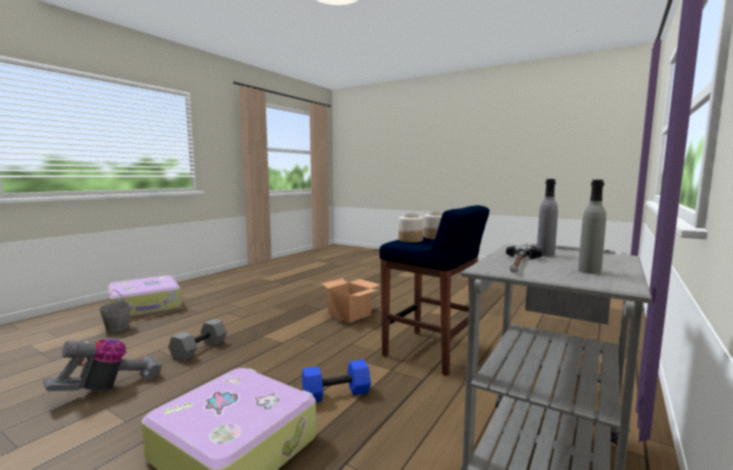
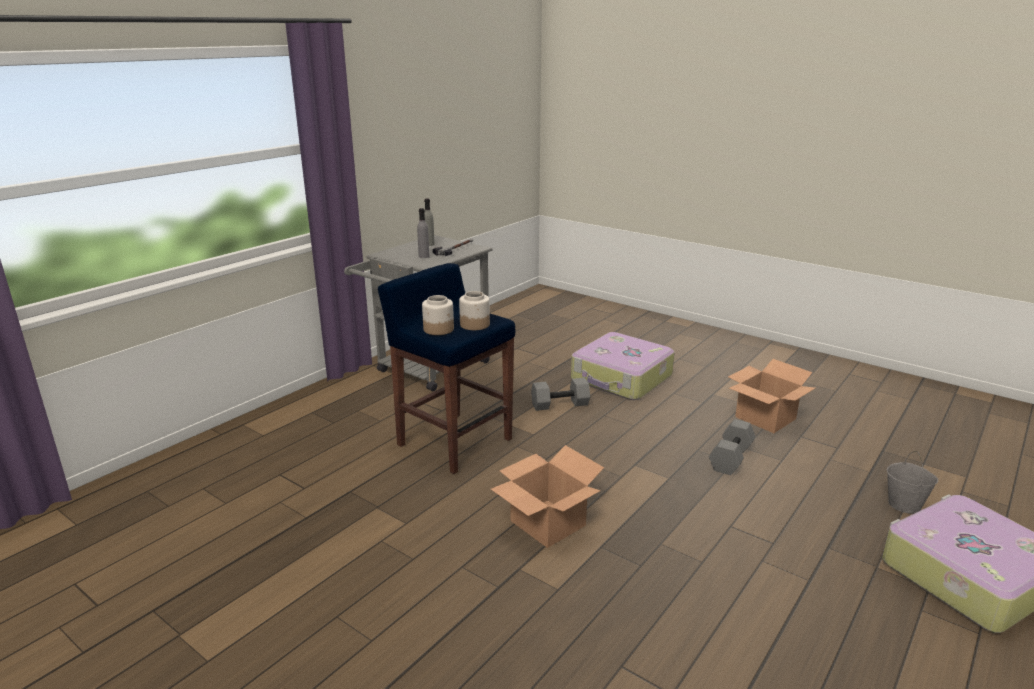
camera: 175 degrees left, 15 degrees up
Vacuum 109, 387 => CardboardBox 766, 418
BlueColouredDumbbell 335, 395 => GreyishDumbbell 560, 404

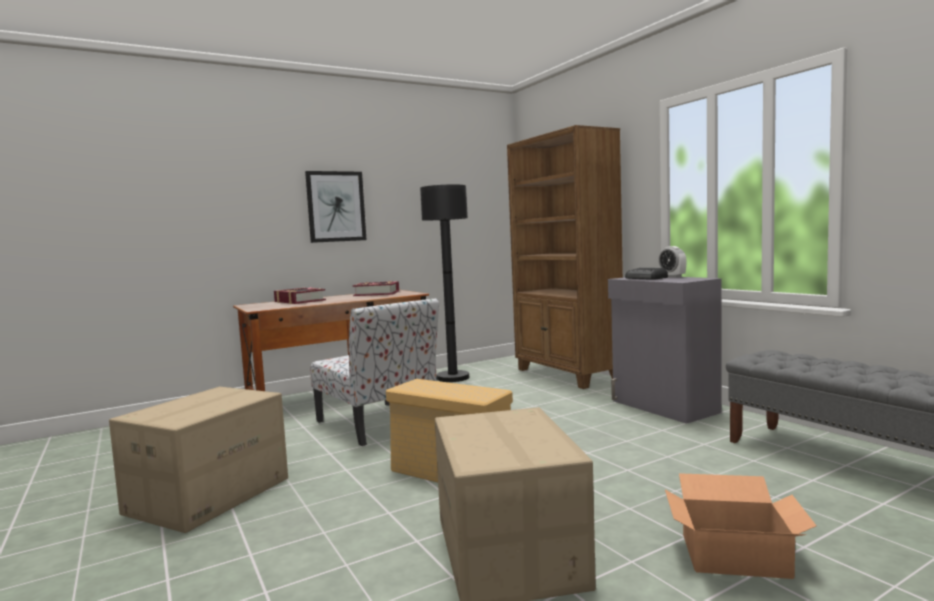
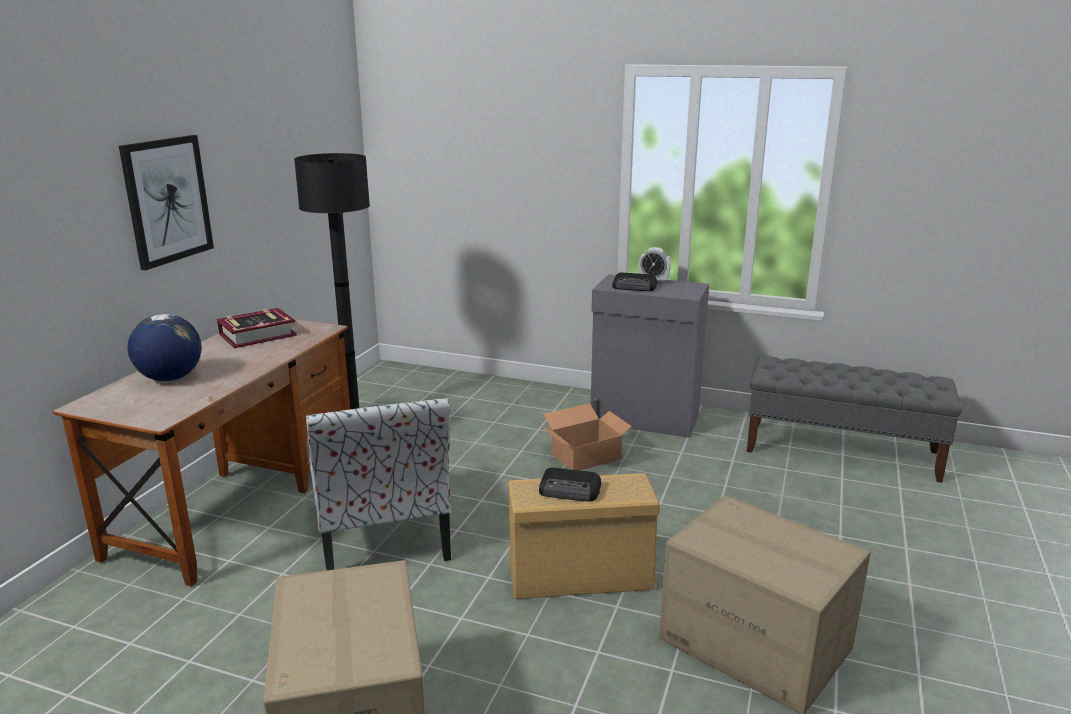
camera: 40 degrees left, 15 degrees up
BrownishShelvingUnit 567, 375 => nothing
nothing => Radio 570, 490
CardboardBox 736, 556 => CardboardBox 587, 456, shifted
BoundBook 299, 301 => WorldGlobe 170, 378
PlainChair 378, 424 => PlainChair 382, 534, 60 degrees clockwise

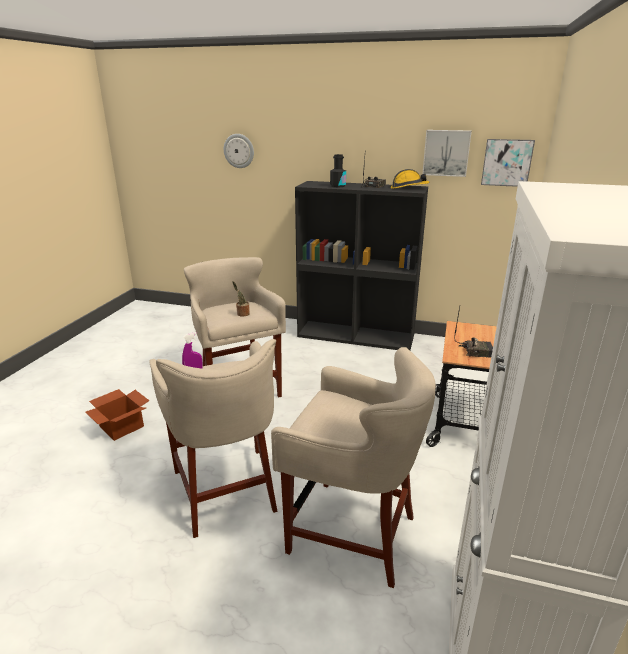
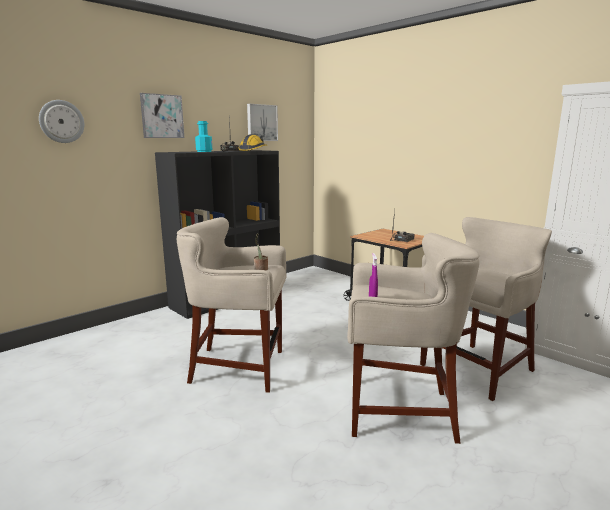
camera: 60 degrees left, 10 degrees down
CardboardBox 122, 426 => nothing
WallPicture 506, 162 => WallPicture 161, 116, shifted
BlackColouredBeverageBottle 337, 186 => TurquoiseBeverageBottle 204, 151

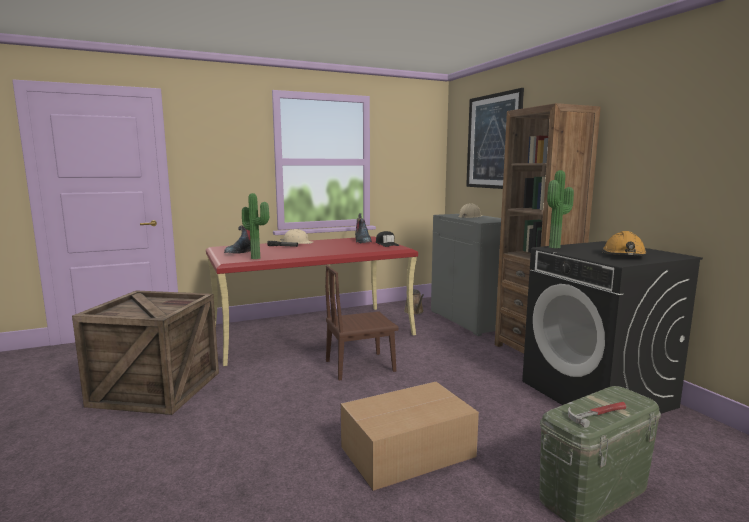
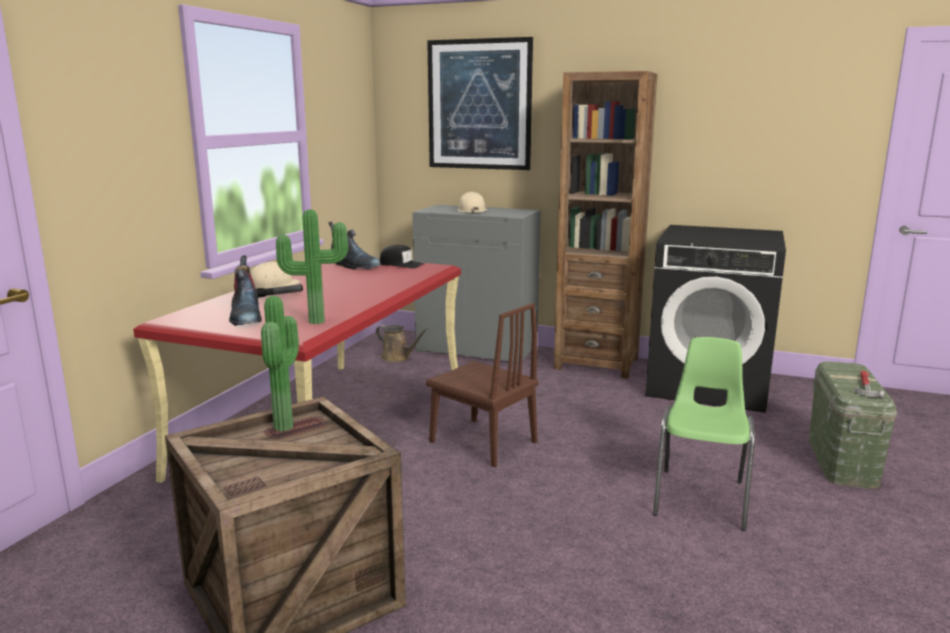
camera: 45 degrees left, 5 degrees up
OrangeyHardHat 624, 256 => nothing
PlantInAPot 556, 247 => PlantInAPot 287, 427, shifted
CardboardBox 409, 451 => GreenColouredPlainChair 701, 498
BrownishPlainChair 360, 366 => BrownishPlainChair 483, 442, 75 degrees counterclockwise

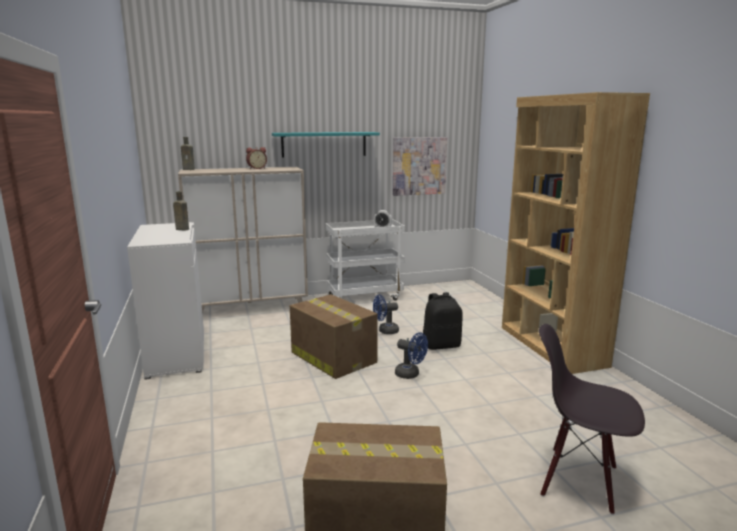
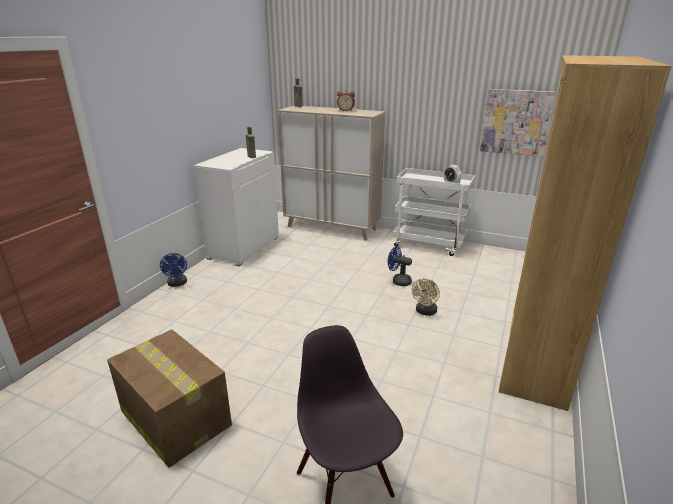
camera: 40 degrees right, 10 degrees up
TurquoiseWallShelf 324, 144 => nothing
CardboardBox 332, 357 => nothing
BlueColouredCoolingFan 410, 374 => BlueColouredCoolingFan 177, 284, shifted
BlackColouredBackpack 441, 345 => BeigeCoolingFan 425, 312

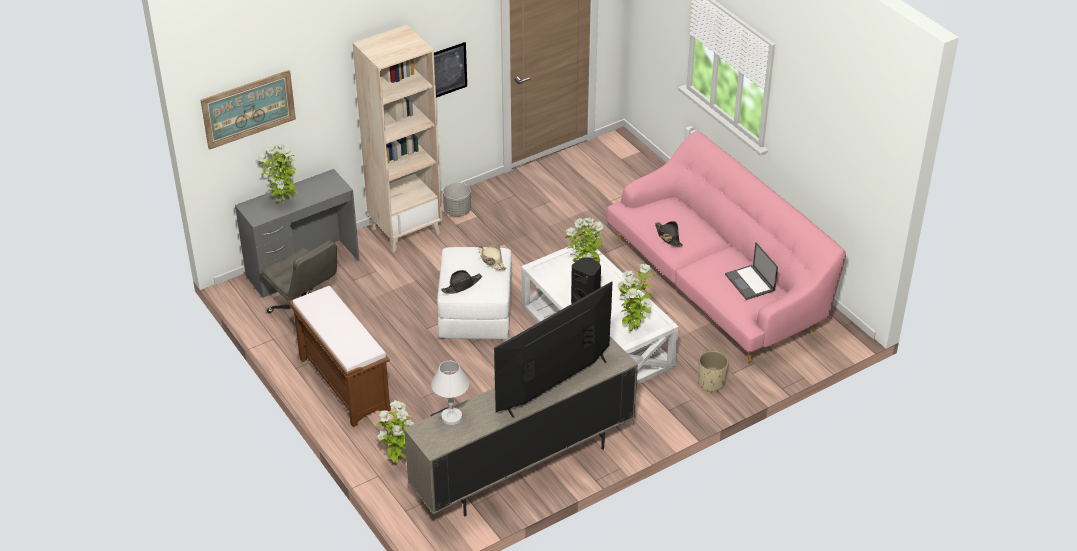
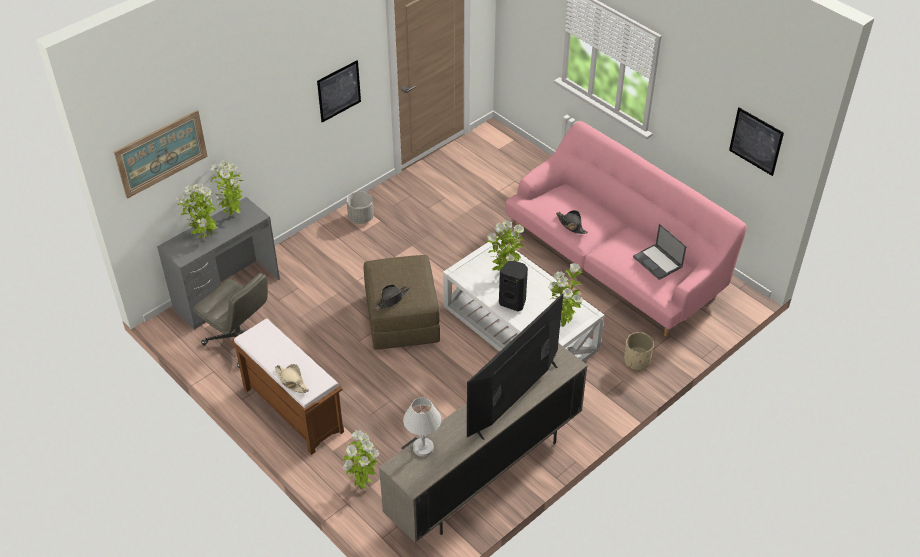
camera: 10 degrees left, 5 degrees up
BeigeShelvingUnit 405, 230 => nothing
nothing => PlantInAPot 232, 215
nothing => WallPicture 756, 141
BeigeClothingHat 491, 260 => BeigeClothingHat 291, 381, shifted
WhiteOttoman 475, 313 => BrownishOttoman 402, 318

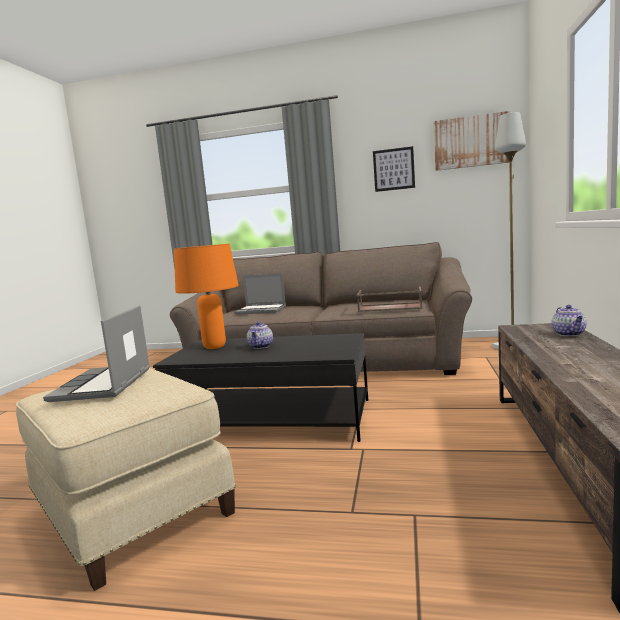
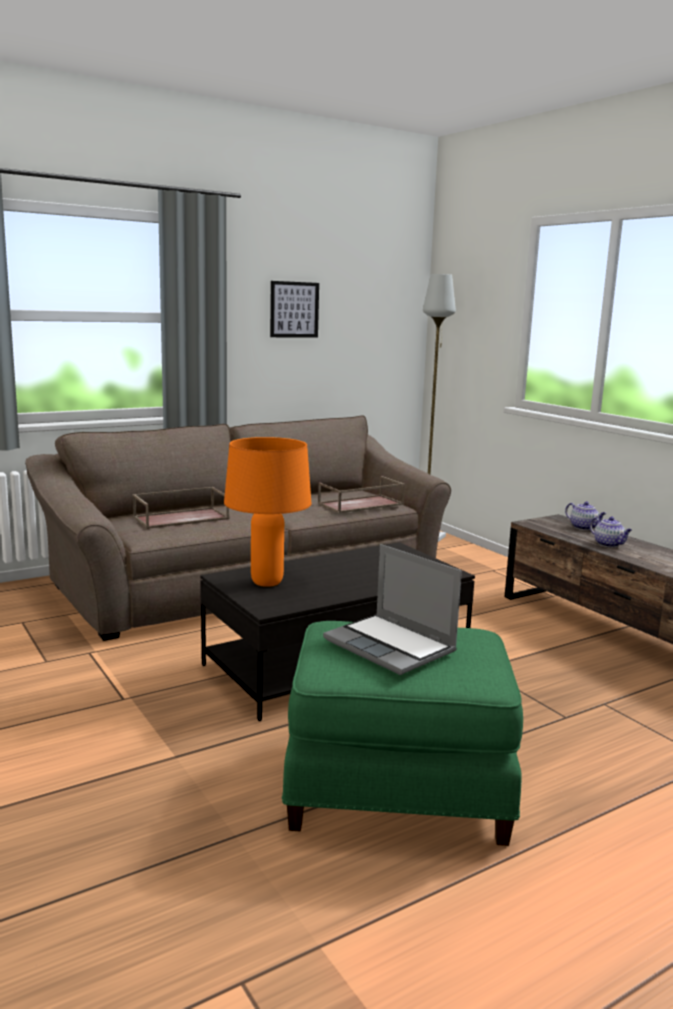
camera: 45 degrees left, 5 degrees up
WallPicture 471, 142 => nothing
Teapot 261, 346 => Teapot 609, 544, shifted
Laptop 262, 310 => BrownishServingTray 182, 518
BeigeOttoman 130, 512 => GreenColouredOttoman 396, 790

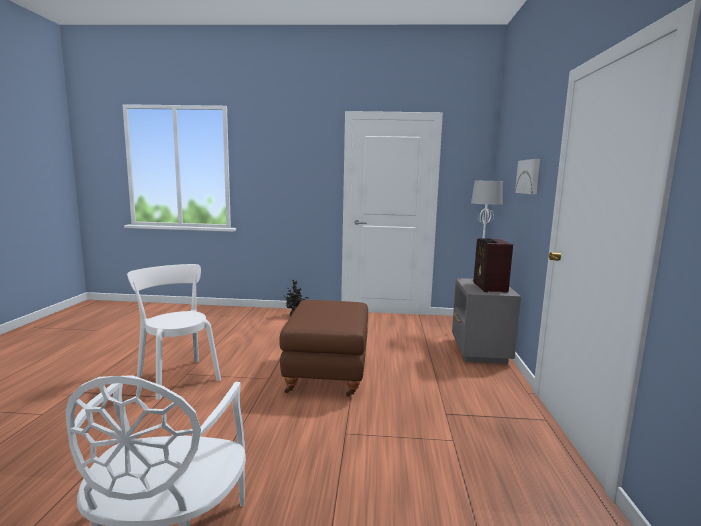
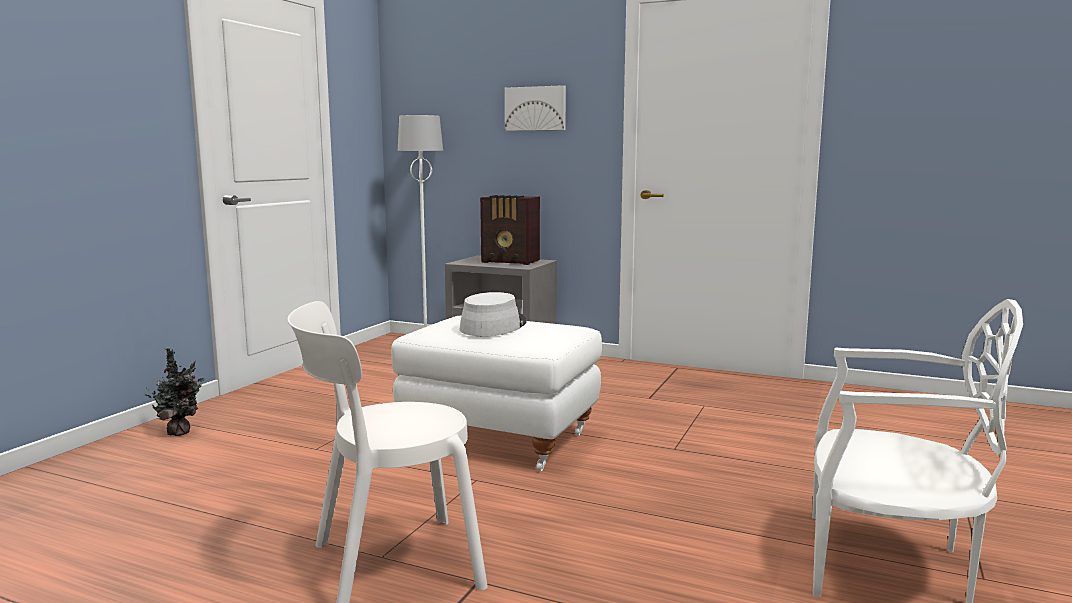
camera: 70 degrees left, 0 degrees up
nothing => GreyishClothingHat 493, 326
BrownishOttoman 328, 375 => WhiteOttoman 501, 438

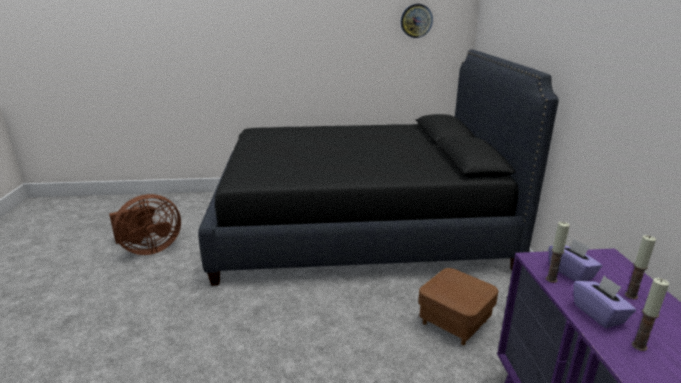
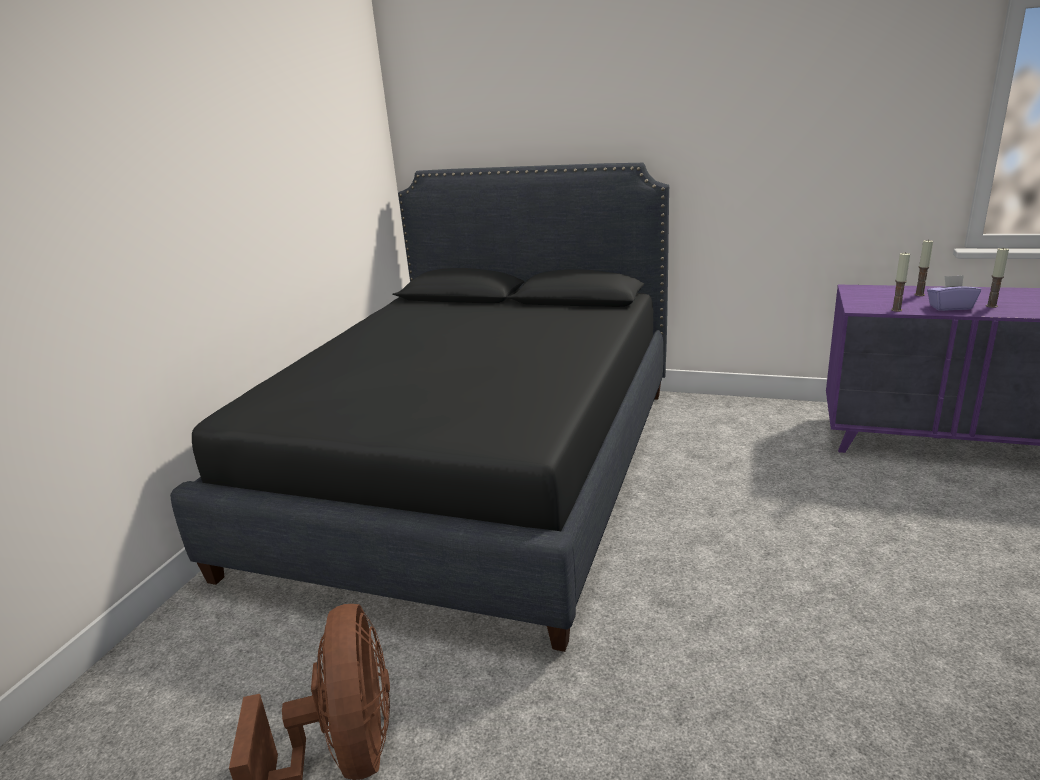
camera: 65 degrees left, 0 degrees up
HangingClock 416, 21 => nothing
BrownishOttoman 454, 322 => nothing
PurpleTissueHolder 571, 272 => nothing

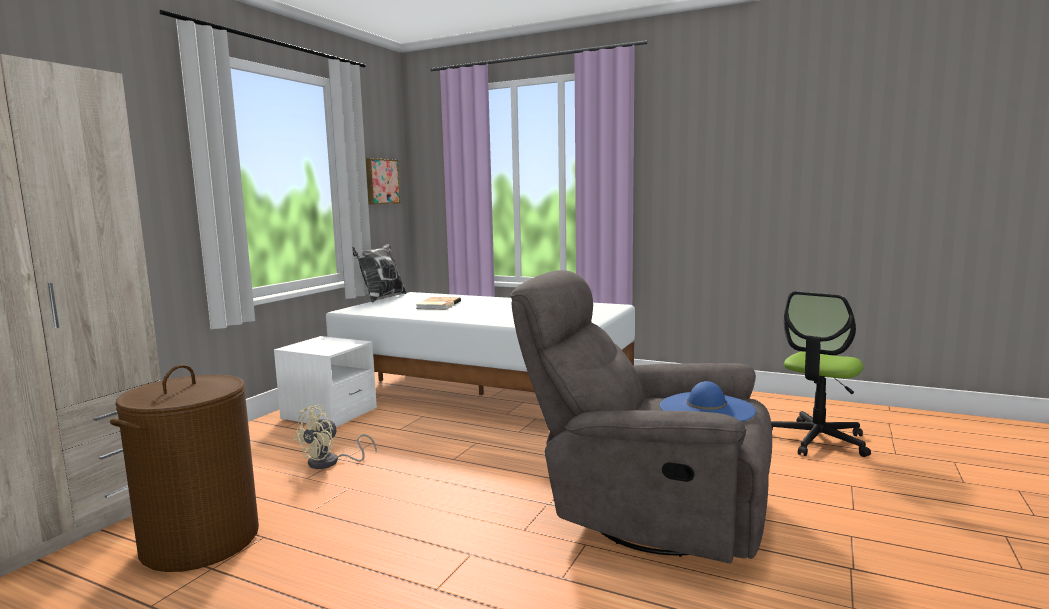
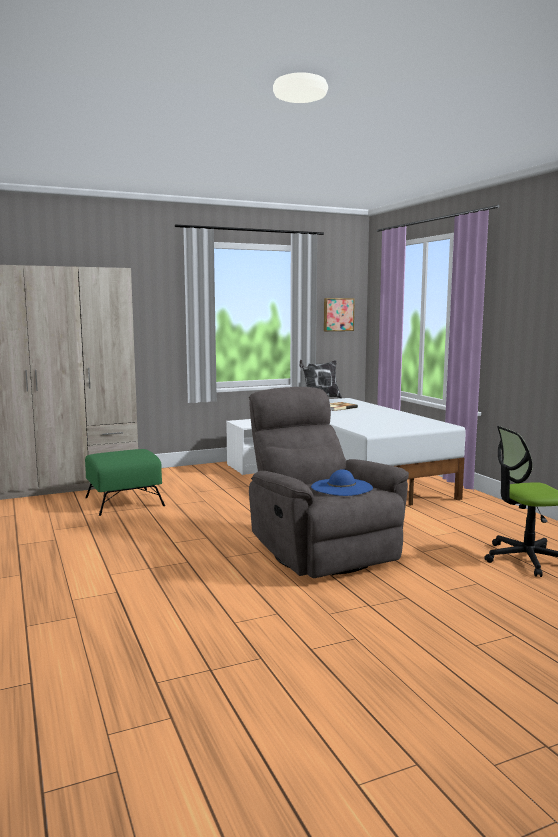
camera: 40 degrees right, 0 degrees up
BeigeCoolingFan 330, 463 => nothing
BrownishHamper 200, 541 => GreenColouredOttoman 125, 501

